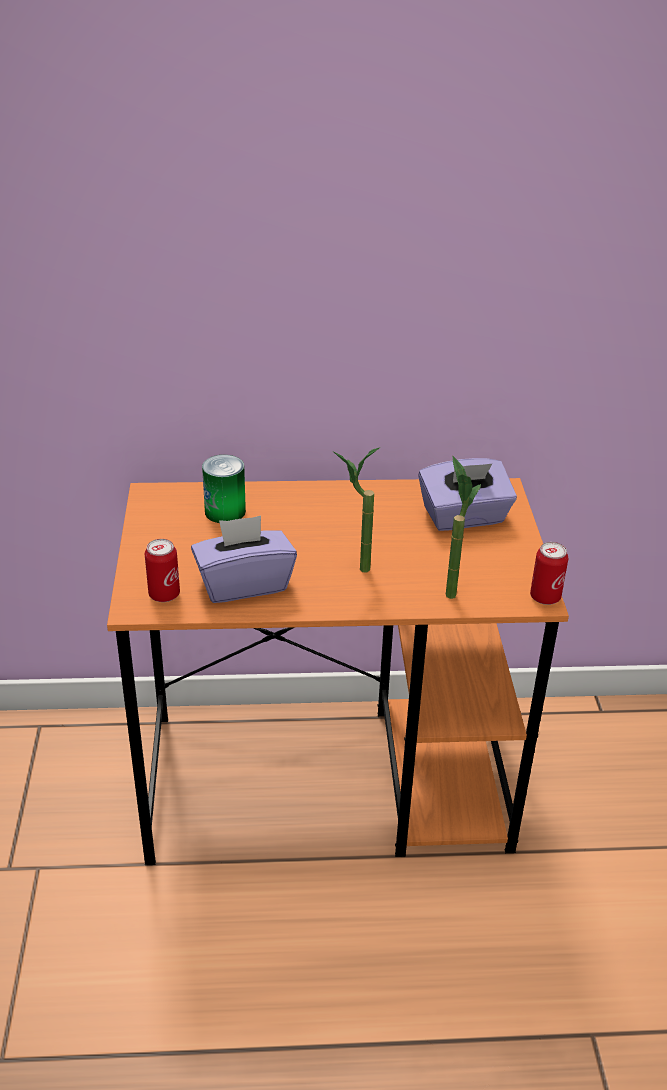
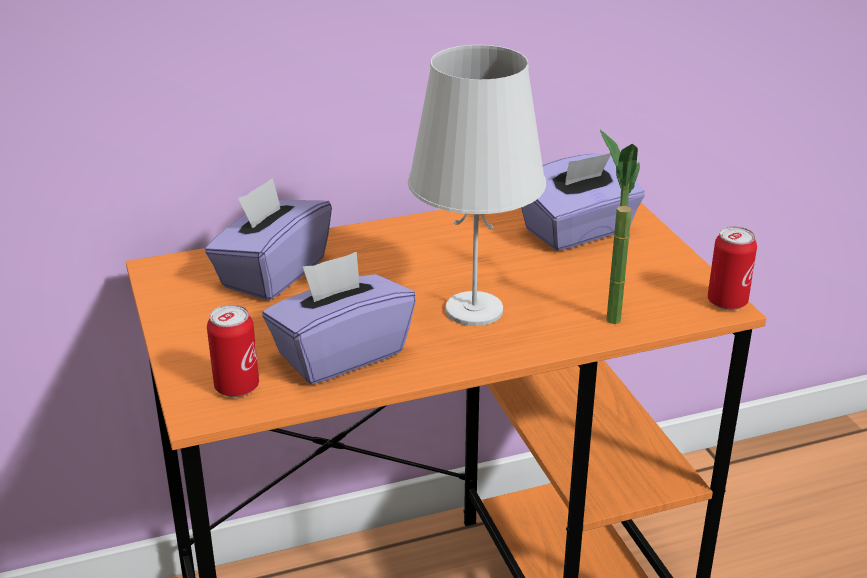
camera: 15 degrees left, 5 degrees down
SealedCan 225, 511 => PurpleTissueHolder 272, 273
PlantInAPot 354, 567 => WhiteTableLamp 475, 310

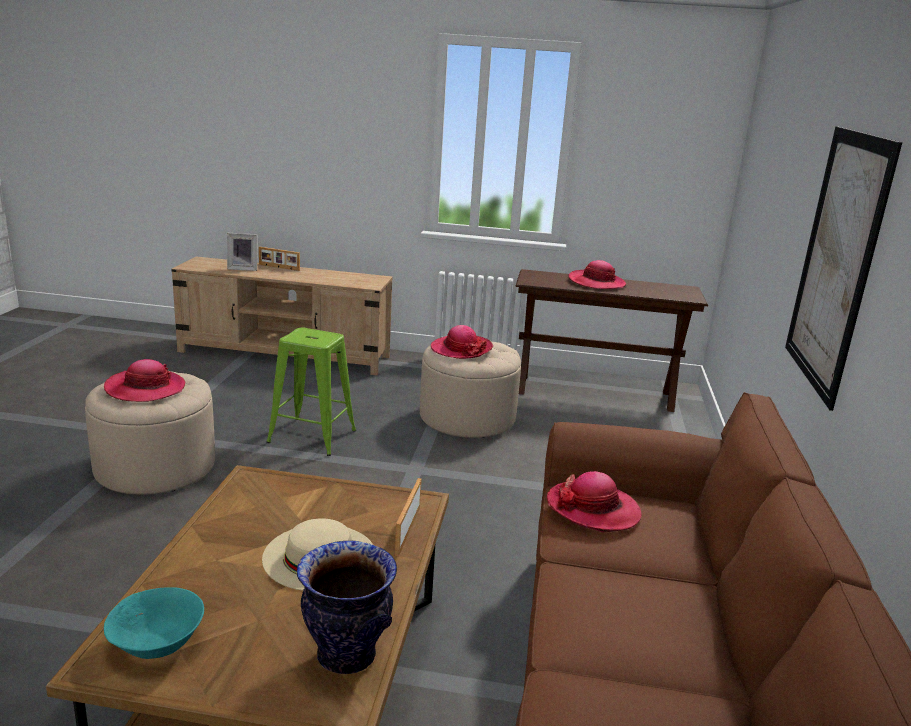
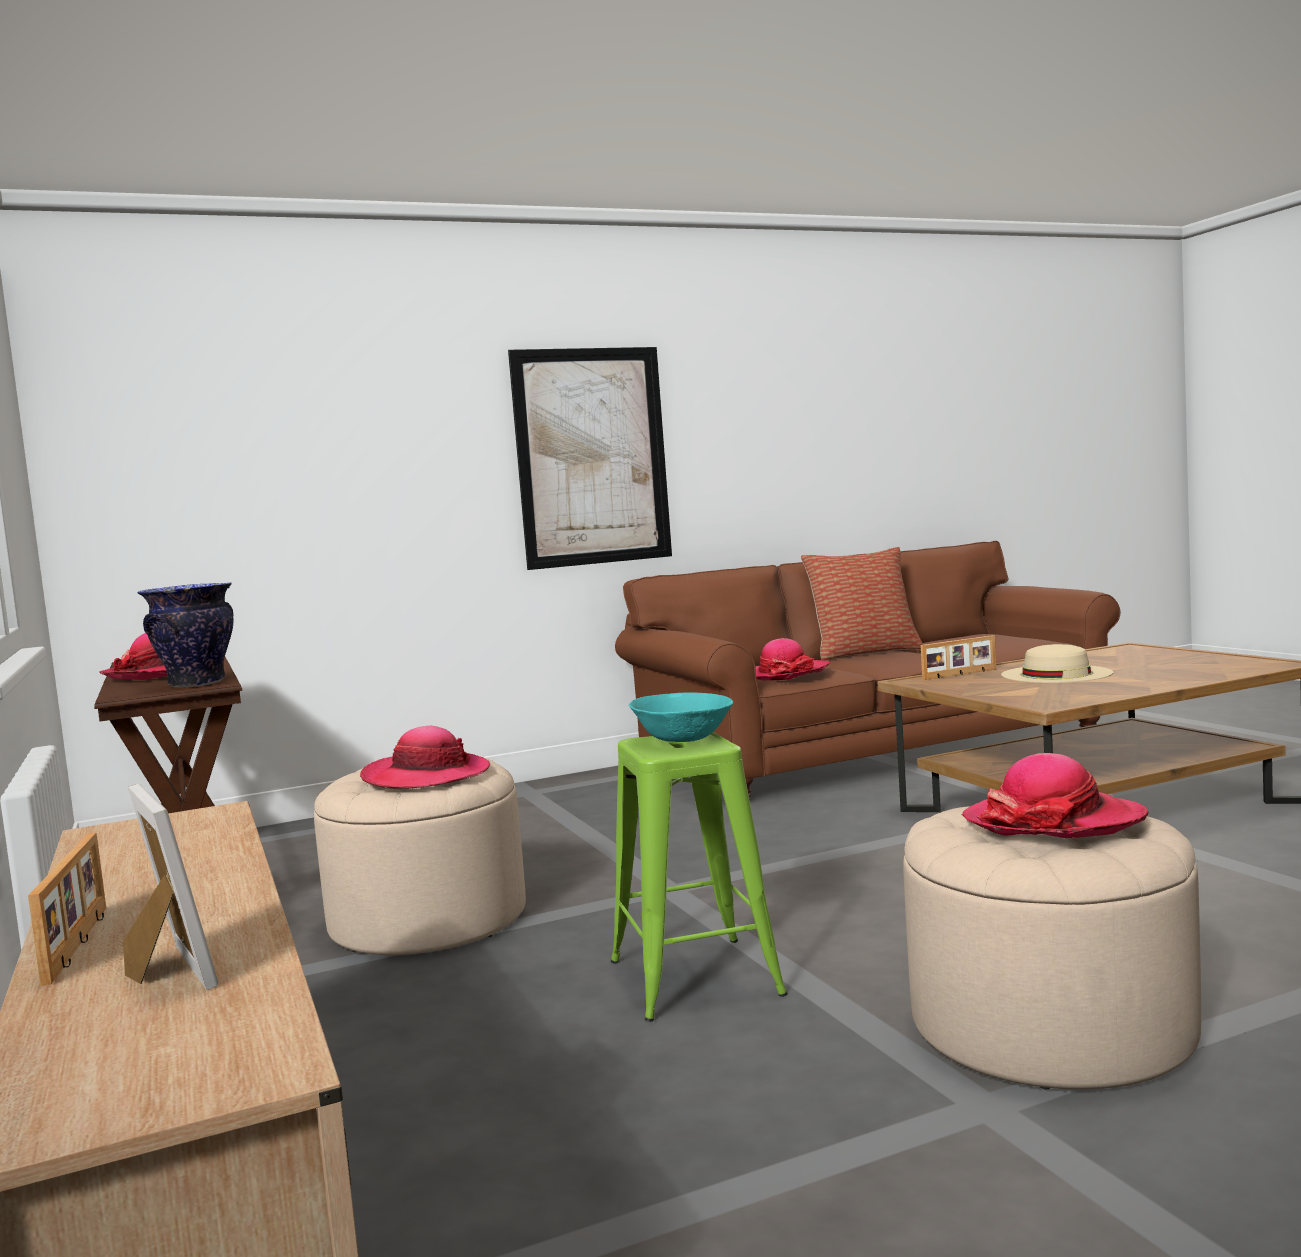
camera: 120 degrees left, 15 degrees down
nothing => ThrowPillow 864, 653
TurquoiseServingBowl 158, 642 => TurquoiseServingBowl 681, 738, shifted
Vase 347, 655 => Vase 196, 684, shifted

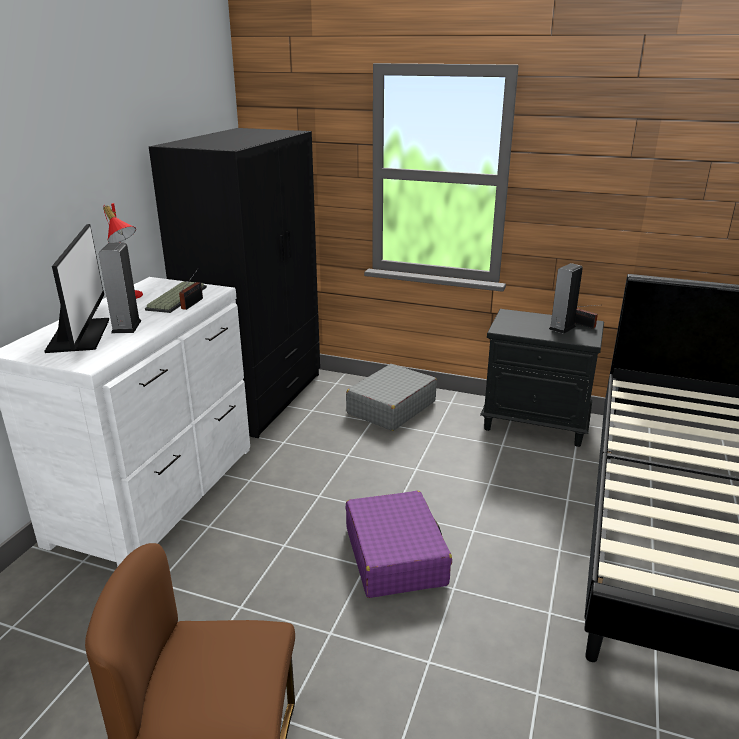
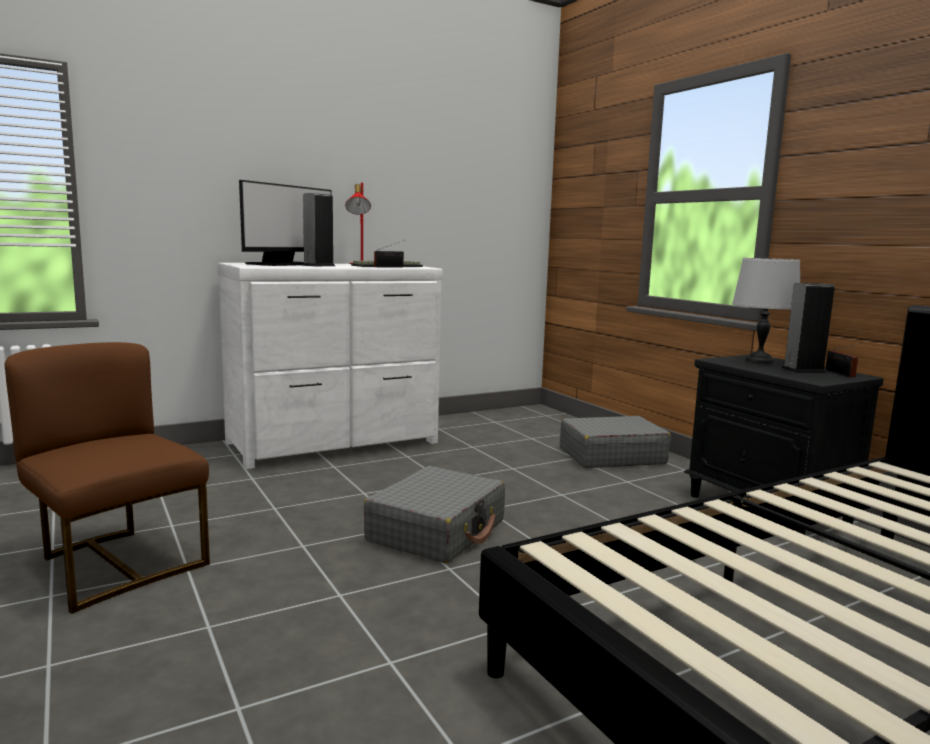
camera: 40 degrees right, 15 degrees down
BlackColouredClothesCupboard 259, 398 => nothing
nothing => GreyishTableLamp 759, 360
PurplePieceOfLuggage 395, 555 => GreyishPieceOfLuggage 437, 531

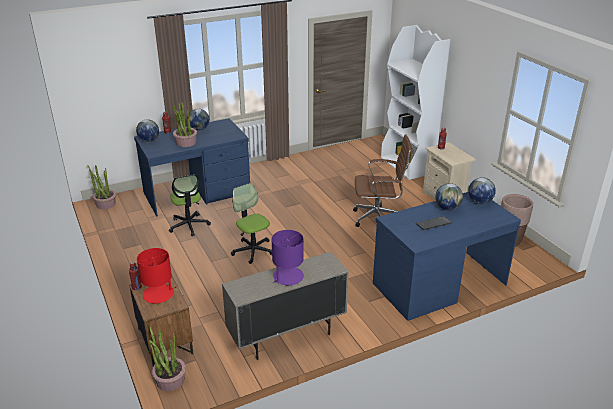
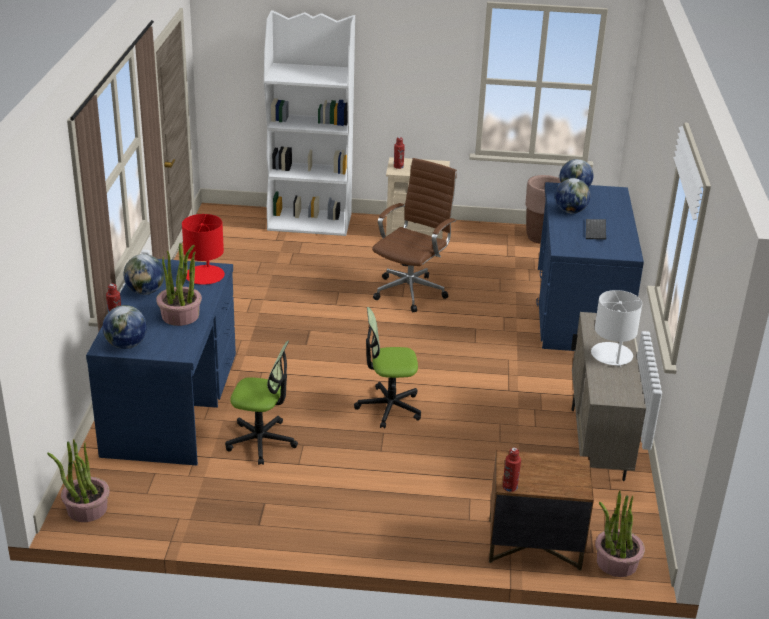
camera: 60 degrees left, 0 degrees up
ReddishTableLamp 158, 294 => ReddishTableLamp 205, 275, shifted
PurpleTableLamp 288, 277 => WhiteTableLamp 612, 355

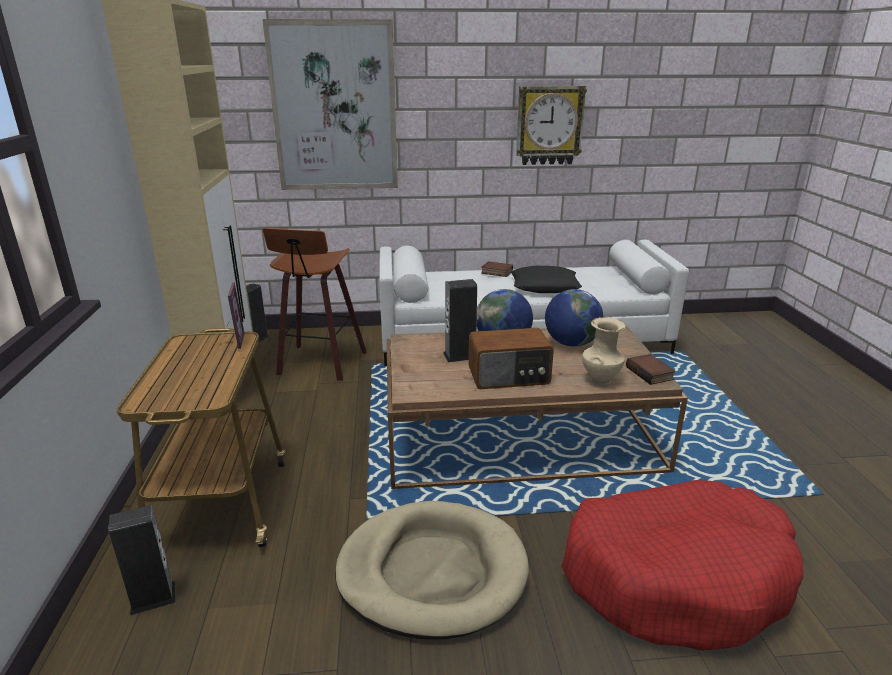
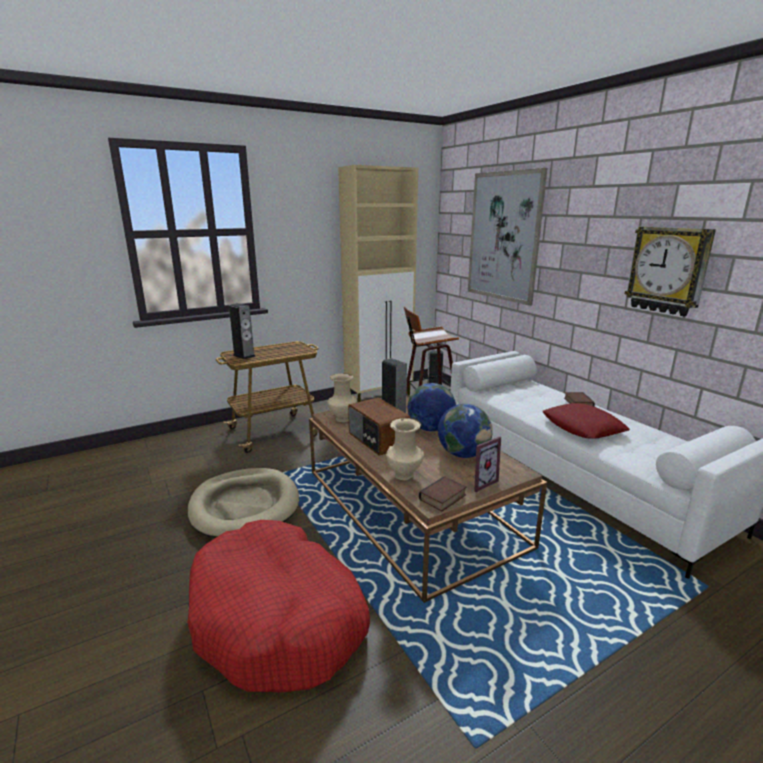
camera: 65 degrees right, 5 degrees down
nothing => BeigeVase 342, 419
Speaker 153, 598 => Speaker 244, 356, shifted
StandingFrame 231, 341 => StandingFrame 480, 482, shifted
BlackColouredThrowPillow 545, 286 => ReddishThrowPillow 583, 427

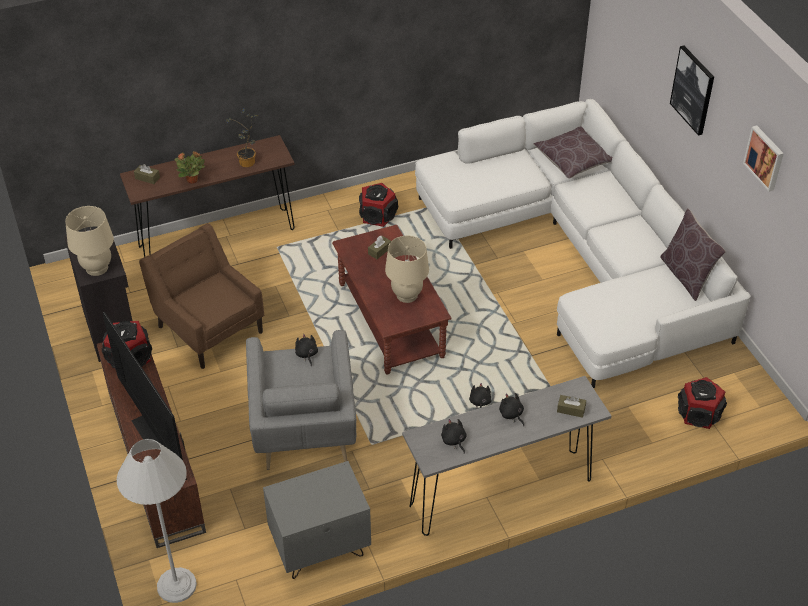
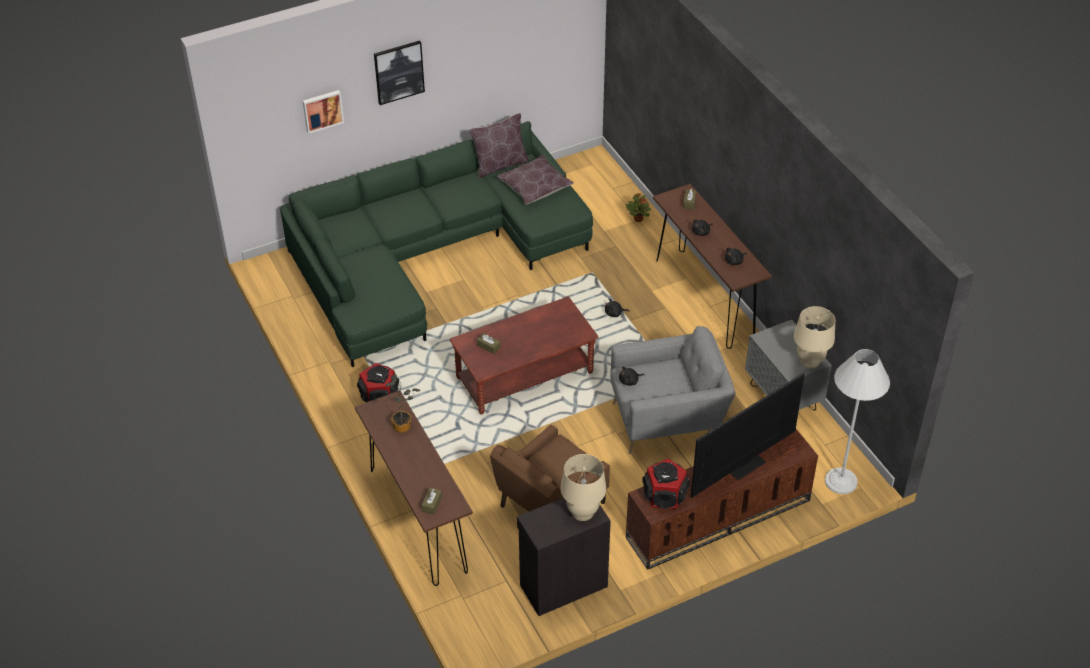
camera: 95 degrees left, 0 degrees up
Speaker 699, 414 => nothing
PlantInAPot 193, 180 => PlantInAPot 638, 219, shifted
BeigeTableLamp 407, 295 => BeigeTableLamp 810, 361, shifted
BrownishThrowPillow 573, 160 => BrownishThrowPillow 535, 187, shifted
WallPicture 765, 157 => WallPicture 322, 110, shifted
GreyishHallTable 501, 493 => BrownishHallTable 704, 298
WhiteCouch 583, 255 => GreenColouredCouch 430, 254

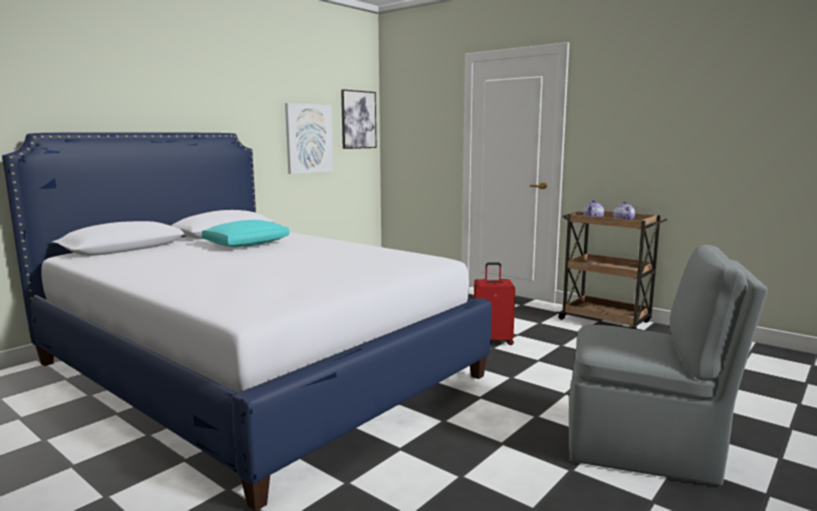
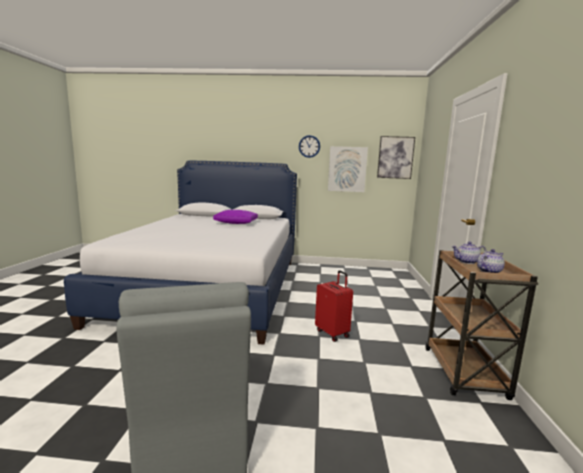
camera: 55 degrees right, 0 degrees up
nothing => HangingClock 309, 146
TurquoiseThrowPillow 247, 244 => PurpleThrowPillow 236, 223

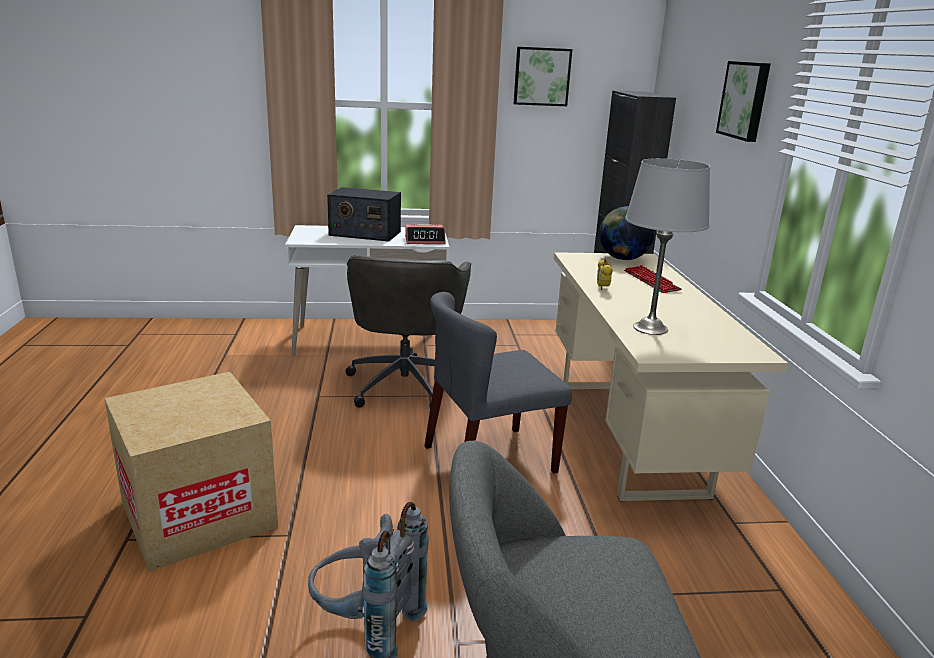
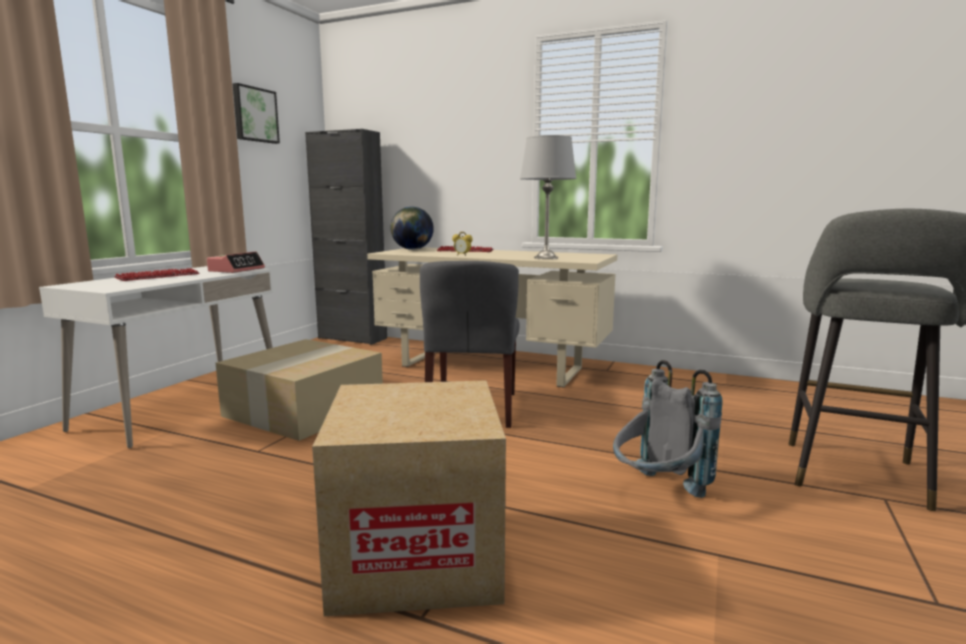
camera: 60 degrees left, 10 degrees down
WallPicture 745, 100 => nothing
Radio 364, 233 => PcKeyboard 158, 276
GreyishOfficeChair 405, 383 => CardboardBox 304, 410

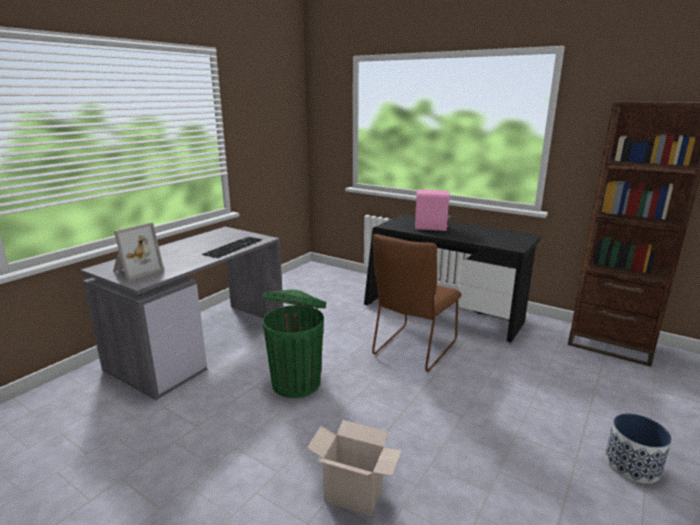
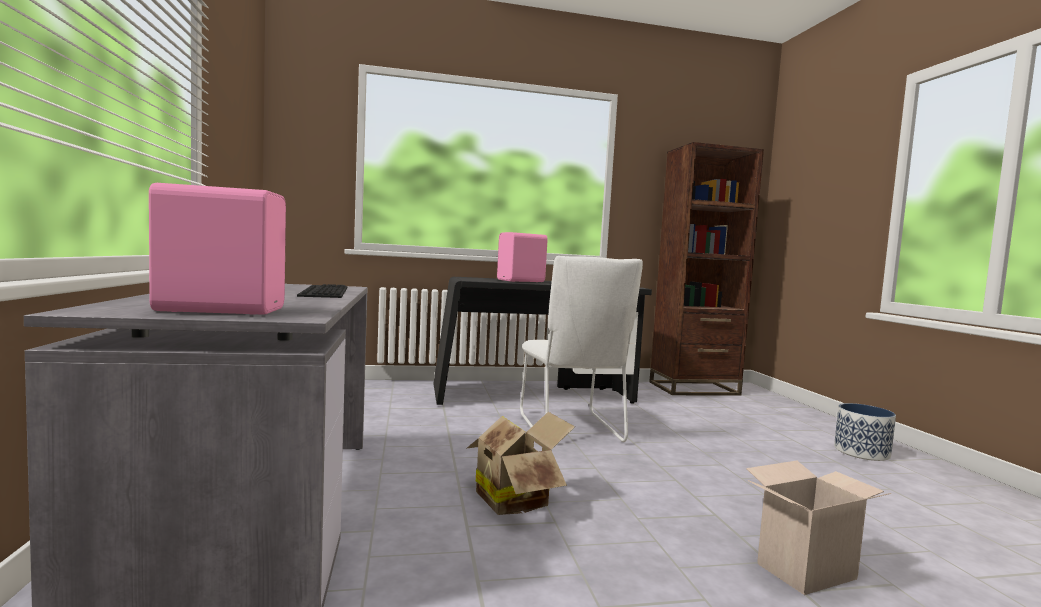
camera: 45 degrees left, 15 degrees down
StandingFrame 136, 271 => PinkSpeaker 221, 310
GreenColouredTrashCan 297, 382 => CardboardBox 515, 499
BrownishPlainChair 413, 350 => WhitePlainChair 571, 430

